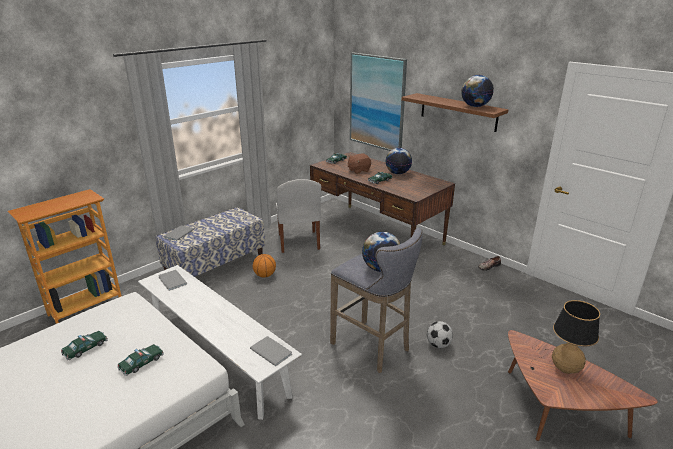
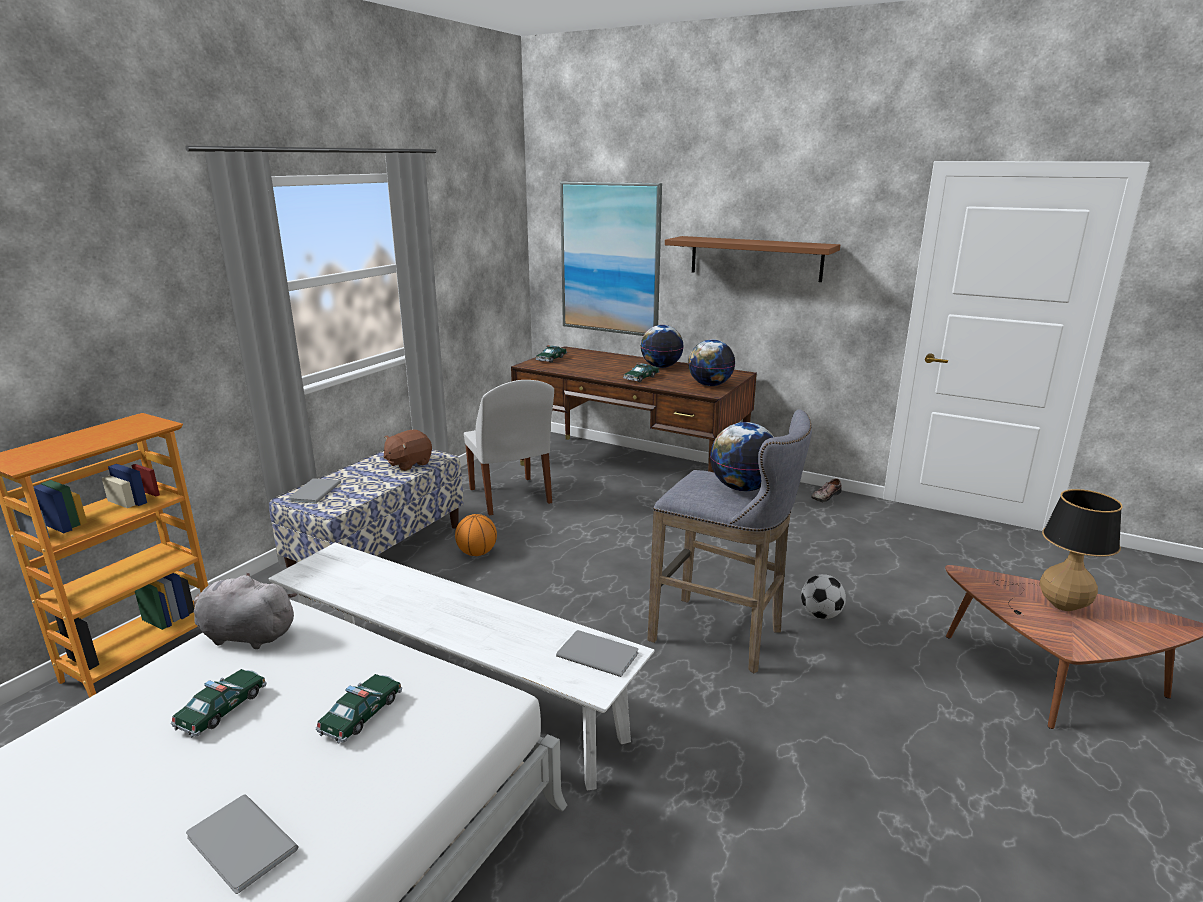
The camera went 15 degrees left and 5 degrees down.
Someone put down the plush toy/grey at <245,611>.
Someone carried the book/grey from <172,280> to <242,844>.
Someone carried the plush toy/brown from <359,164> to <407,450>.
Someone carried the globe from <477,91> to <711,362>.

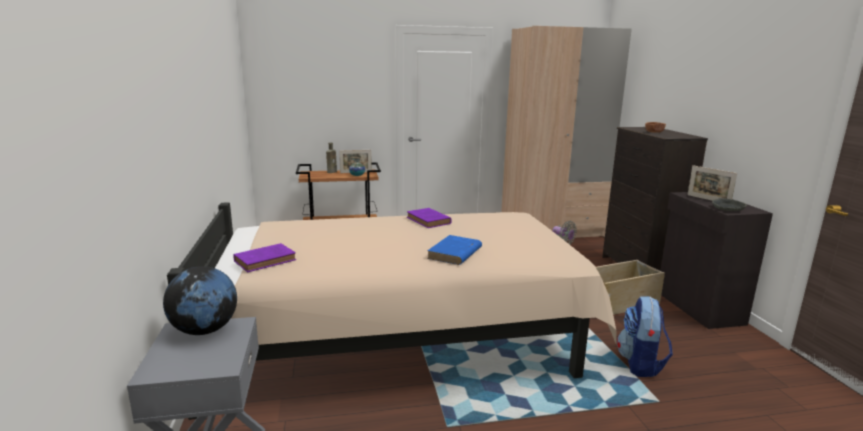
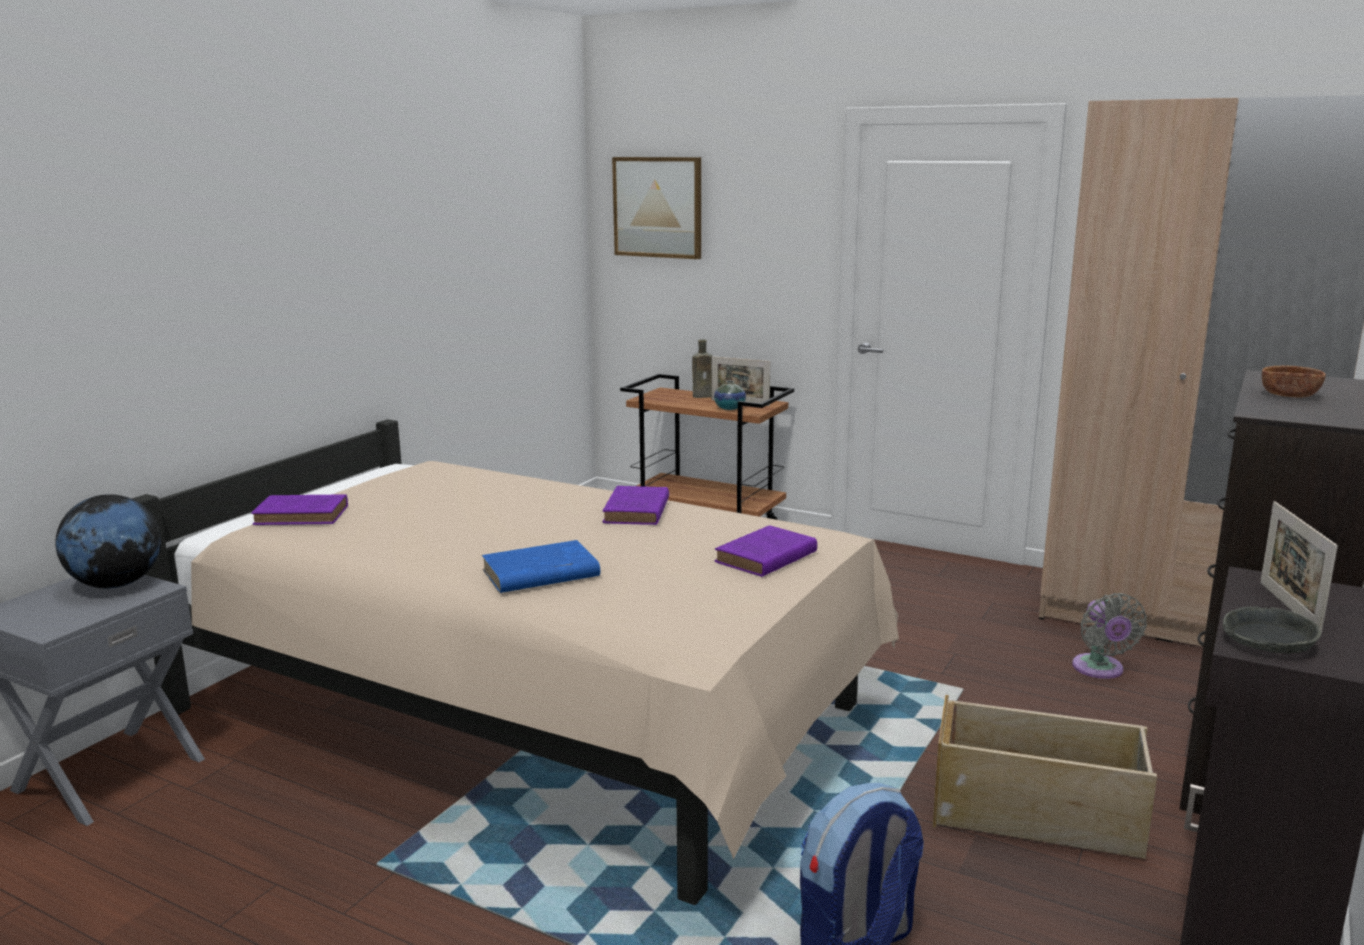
The camera went 40 degrees right and 0 degrees up.
Someone put up the picture at <656,208>.
Someone put down the book/purple at <766,551>.

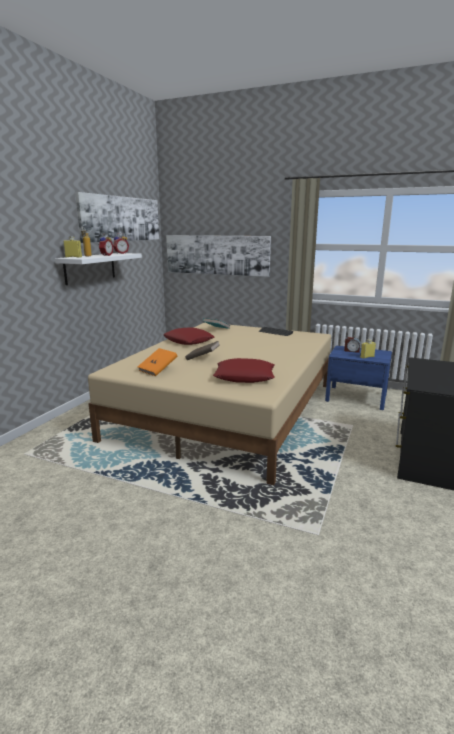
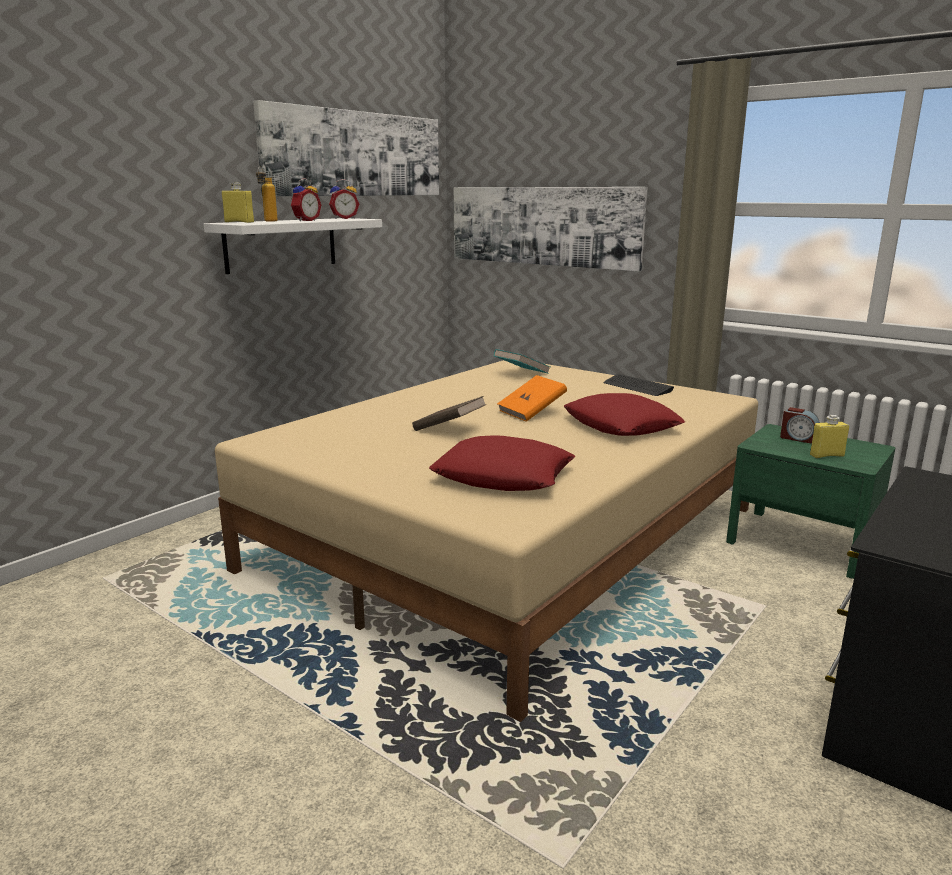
The camera went 15 degrees right and 0 degrees up.
Someone carried the book/orange from <157,362> to <532,398>.
Someone carried the pillow/red from <189,336> to <624,414>.
Someone repainted the nightstand/blue at <358,378>, which became the nightstand/green at <810,501>.

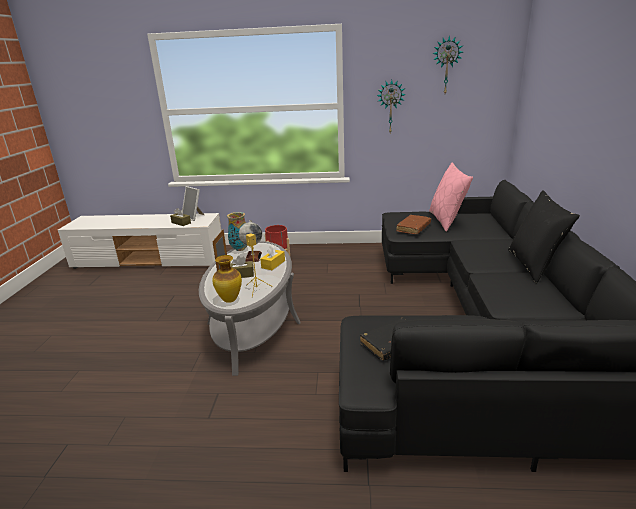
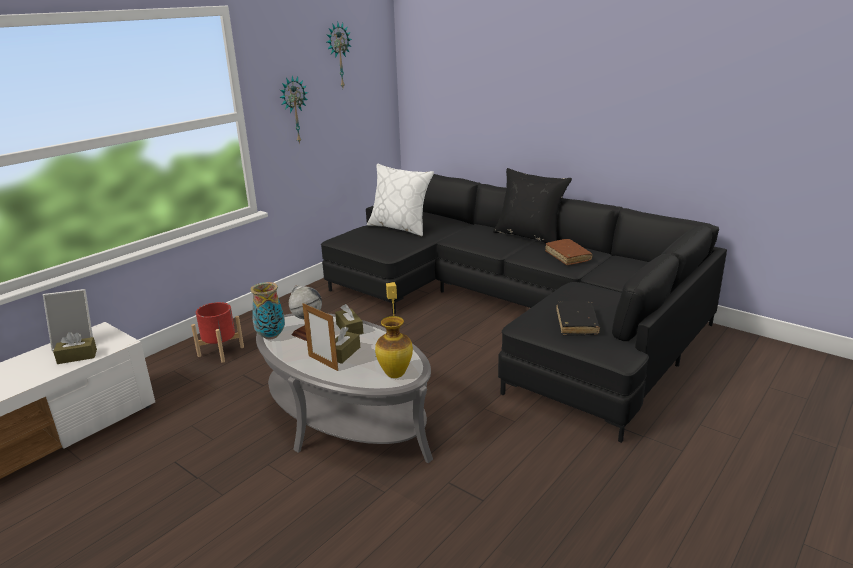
The camera went 55 degrees left and 0 degrees up.
Someone carried the book/brown from <413,224> to <568,252>.
Someone repainted the tissue box/yellow at <272,257>, which became the tissue box/brown at <349,319>.
Someone repainted the pillow/pink at <451,197>, which became the pillow/white at <400,200>.

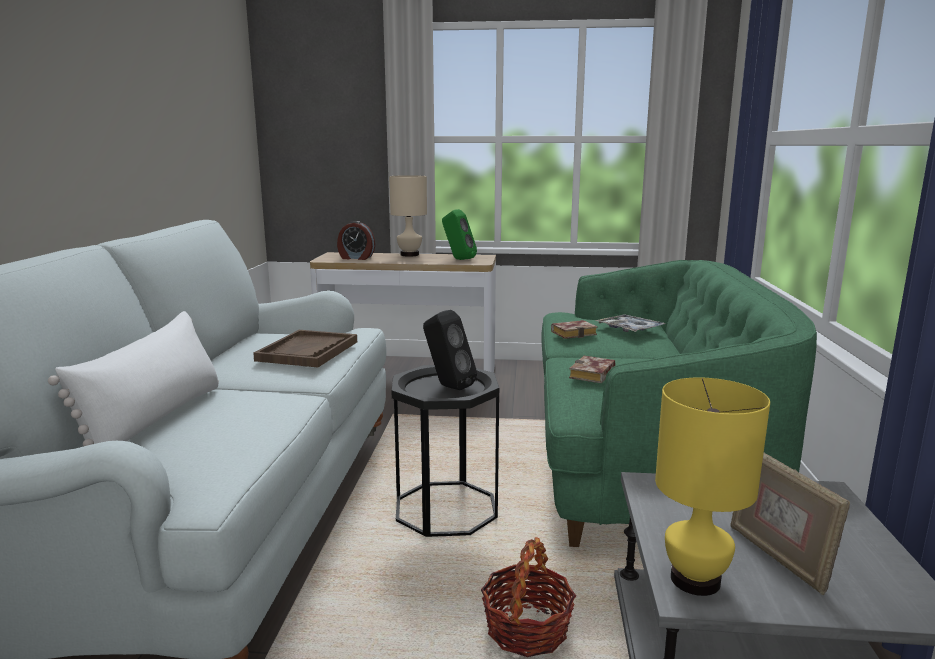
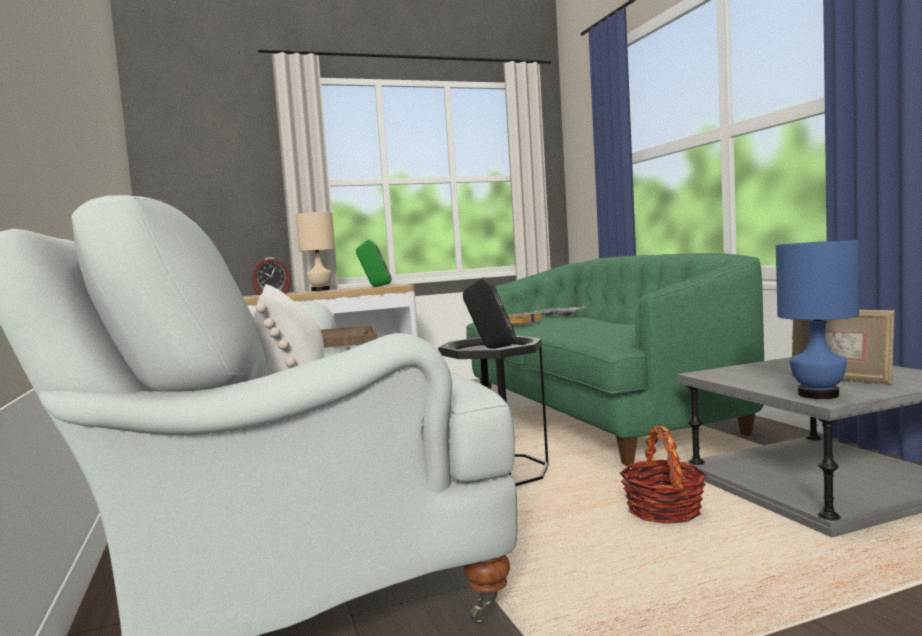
The camera went 25 degrees left and 10 degrees down.
Someone took away the book at <592,369>.
Someone repainted the table lamp/yellow at <712,486>, which became the table lamp/blue at <817,319>.

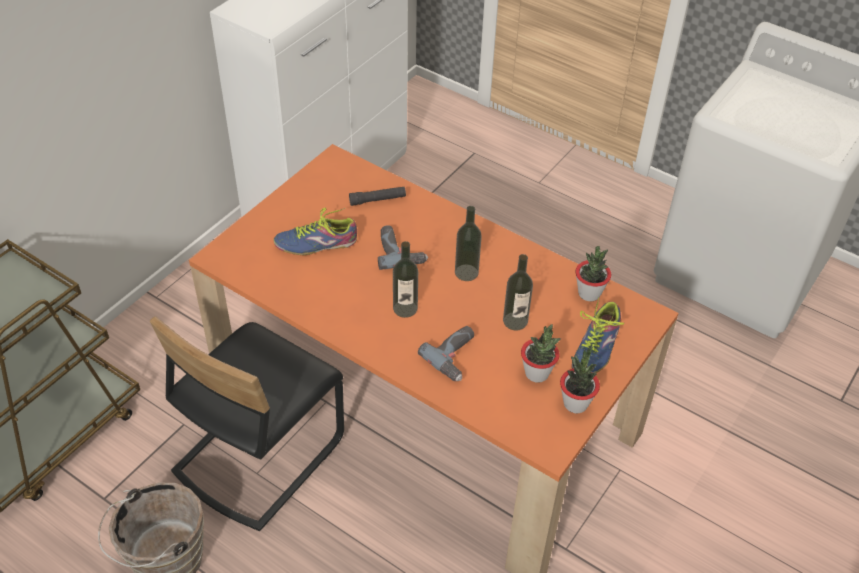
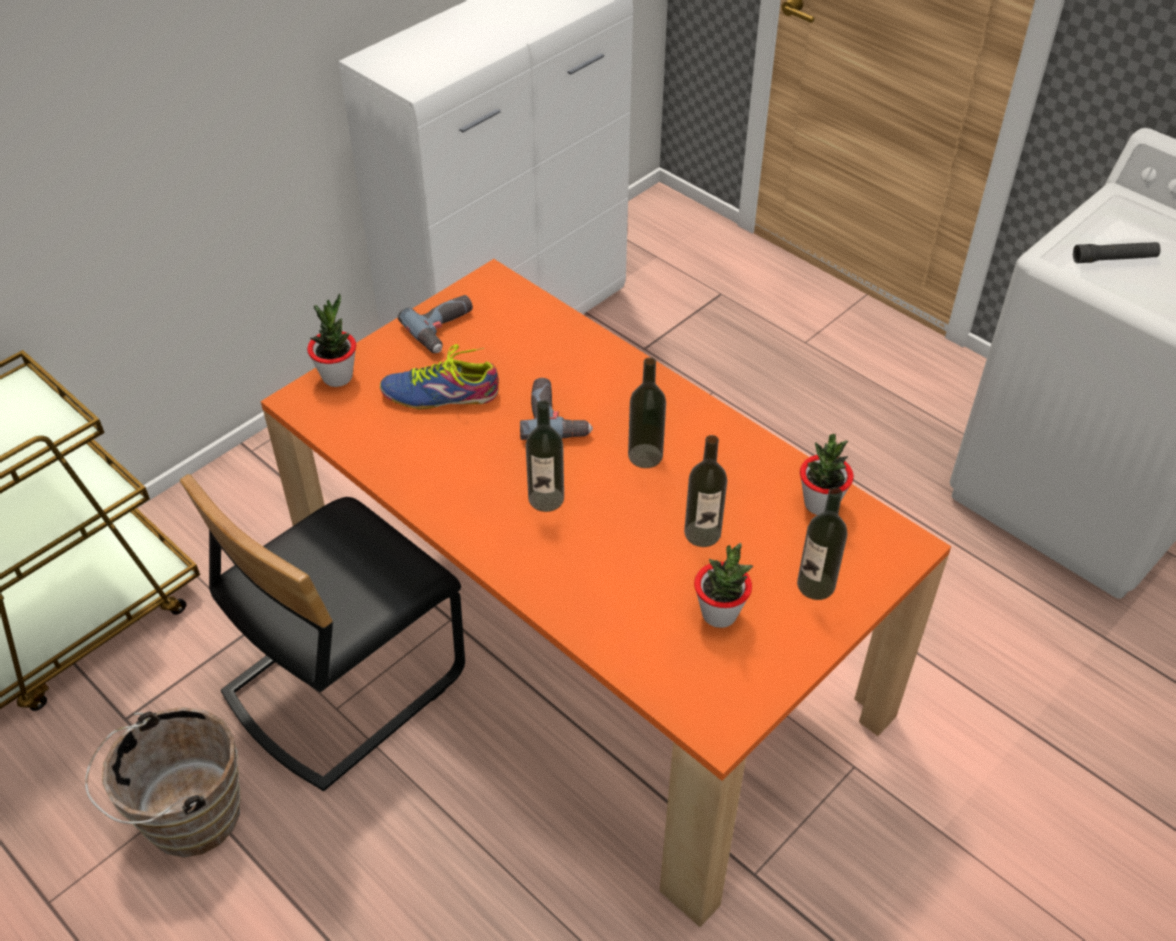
The camera went 10 degrees right and 0 degrees up.
Someone carried the flashlight/black from <377,196> to <1117,252>.
Someone carried the power drill from <446,353> to <435,324>.
Someone carried the potted plant from <580,378> to <331,340>.
Someone swapped the shoe at <598,335> for the bottle at <822,543>.

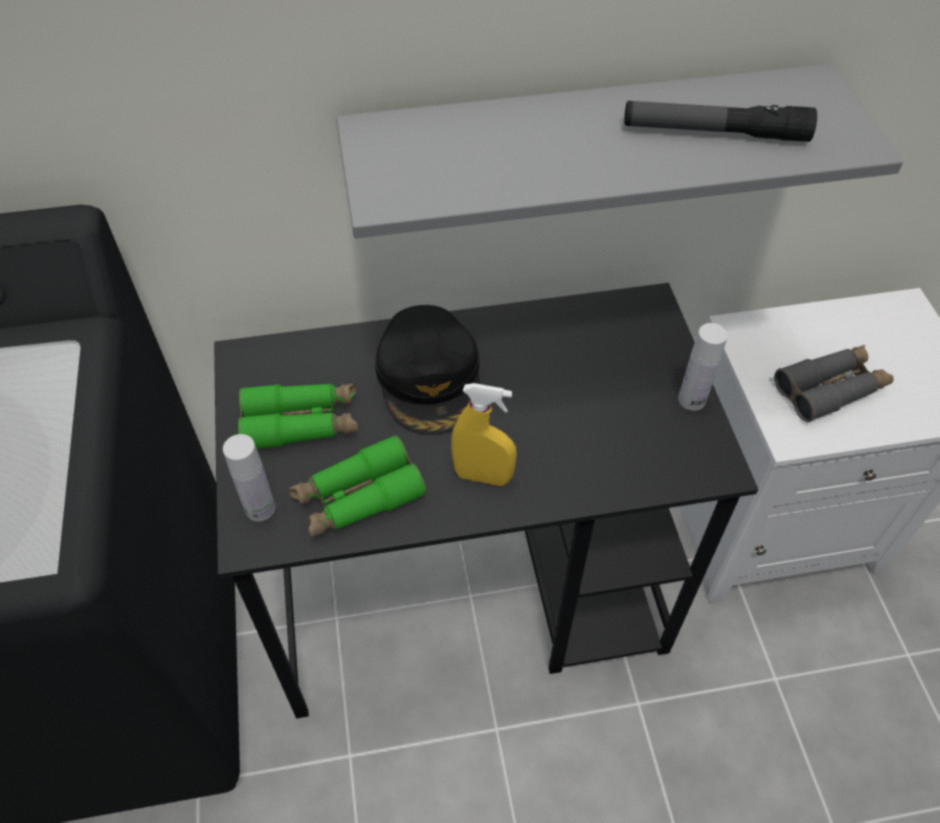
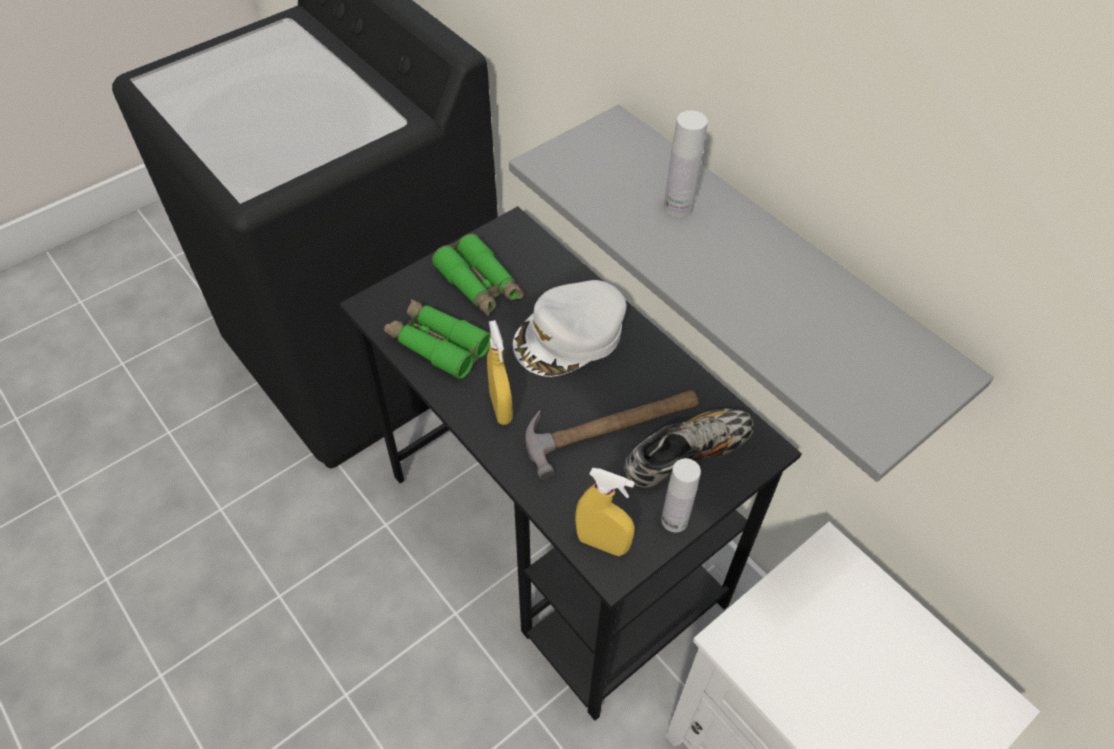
The camera went 60 degrees right and 0 degrees up.
Someone took away the flashlight at <720,121>.
Someone took away the binoculars/grey at <834,383>.
Someone put down the hammer at <612,435>.
Someone put down the spray bottle/yellow at <605,512>.
Someone put down the shoe at <689,448>.
Someone carried the bottle/white from <249,478> to <686,163>.
Someone repainted the cap/black at <427,370>, which became the cap/white at <569,328>.

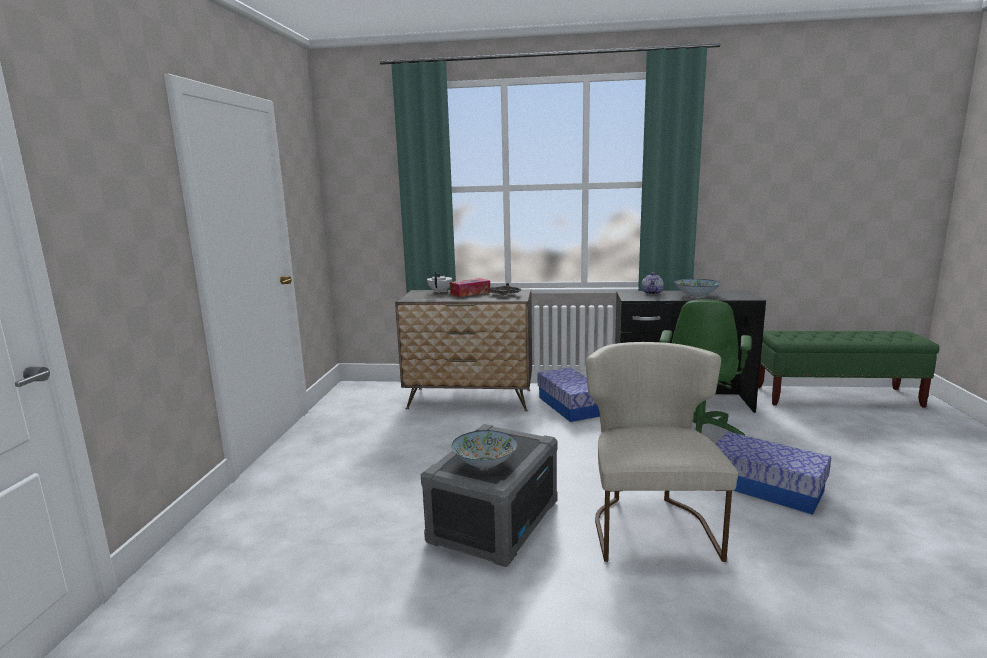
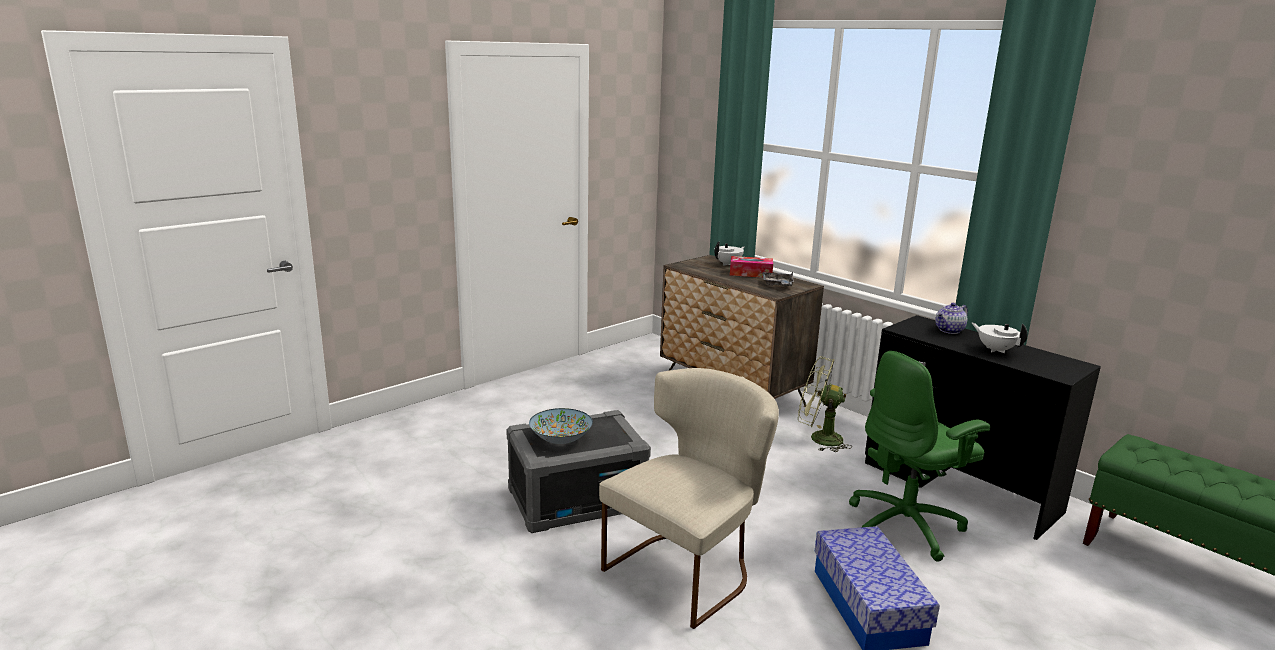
The camera went 40 degrees right and 5 degrees up.
Someone swapped the storage box at <569,394> for the fan/green at <825,404>.
Someone swapped the bowl at <697,288> for the teapot/white at <999,338>.

